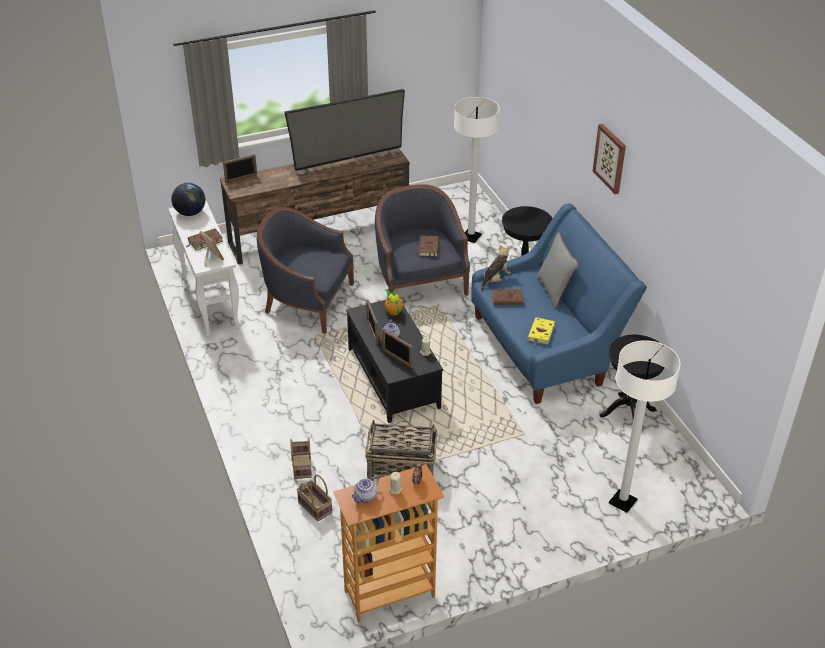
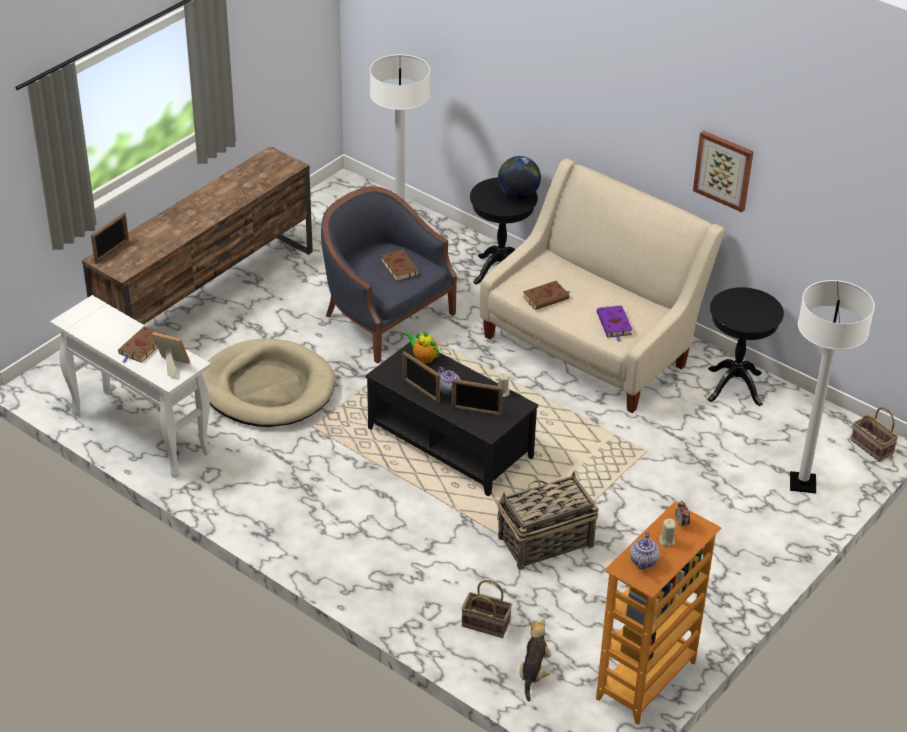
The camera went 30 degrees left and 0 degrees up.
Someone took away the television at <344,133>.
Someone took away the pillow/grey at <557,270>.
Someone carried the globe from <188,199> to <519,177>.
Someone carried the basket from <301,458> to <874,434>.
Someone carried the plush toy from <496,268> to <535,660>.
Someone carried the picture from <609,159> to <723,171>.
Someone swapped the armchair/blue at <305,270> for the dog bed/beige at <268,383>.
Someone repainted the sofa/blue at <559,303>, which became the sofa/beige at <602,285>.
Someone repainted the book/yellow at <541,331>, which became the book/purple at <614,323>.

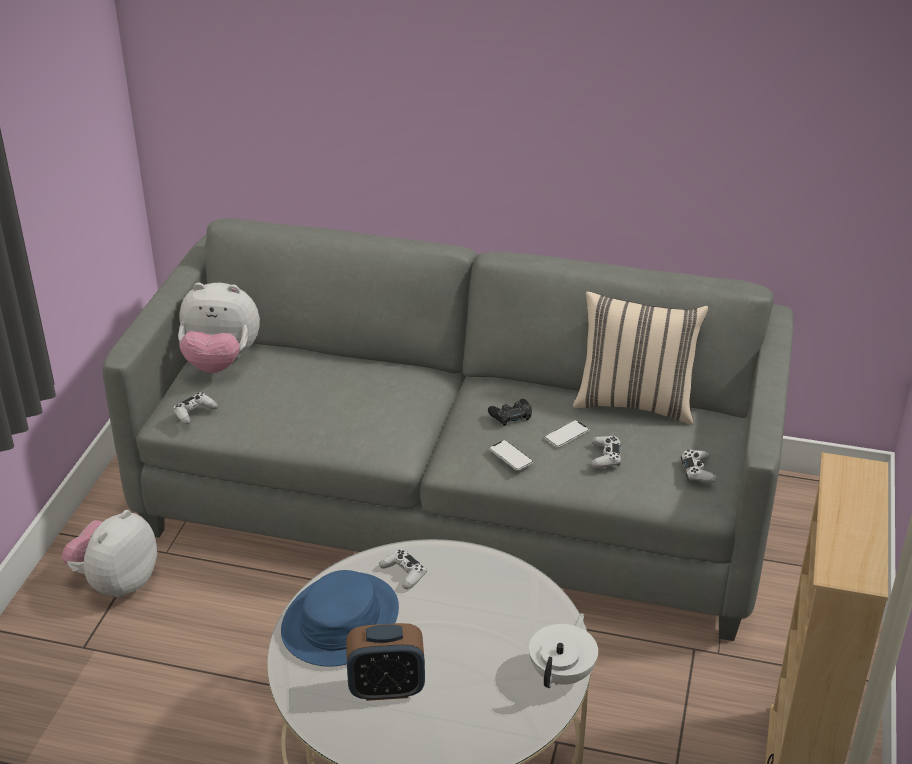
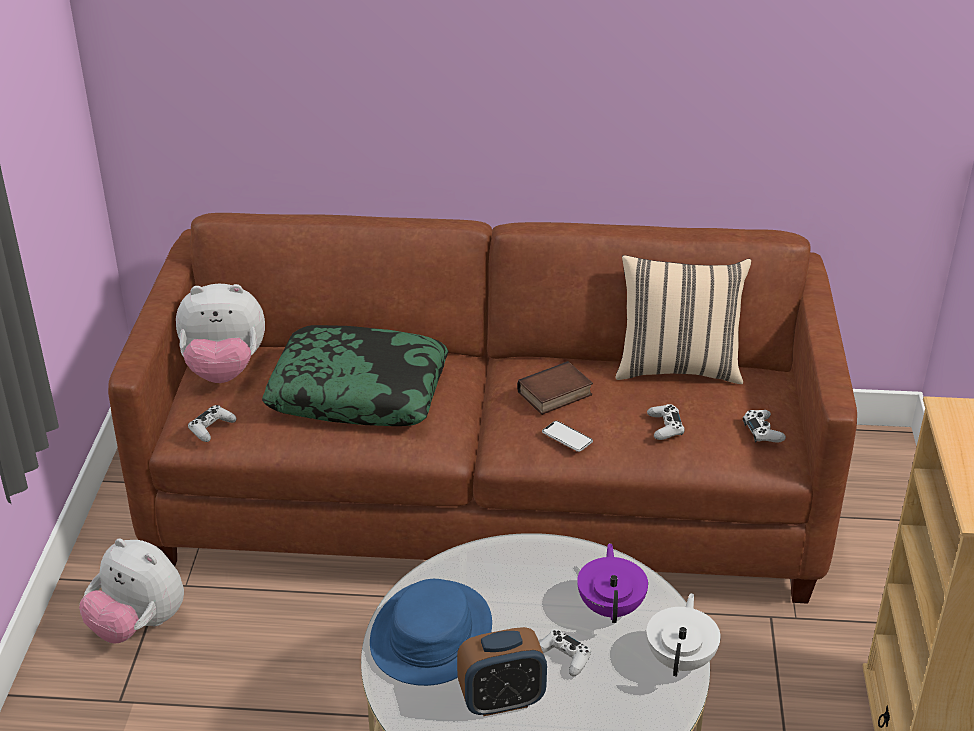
The camera went 10 degrees left and 0 degrees up.
Someone took away the phone at <567,434>.
Someone put down the pillow at <355,375>.
Someone put down the teapot/purple at <612,583>.
Someone carried the game controller/white from <403,569> to <565,652>.
Someone swapped the game controller/black at <510,412> for the book at <555,388>.
Someone repainted the sofa/grey at <448,429>, which became the sofa/brown at <482,408>.
Someone rotated the plush toy at <109,554> by 75 degrees counterclockwise.

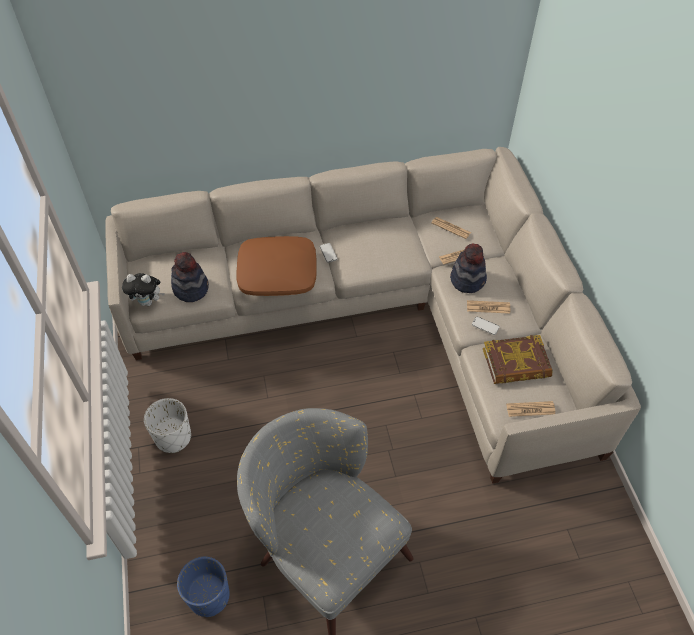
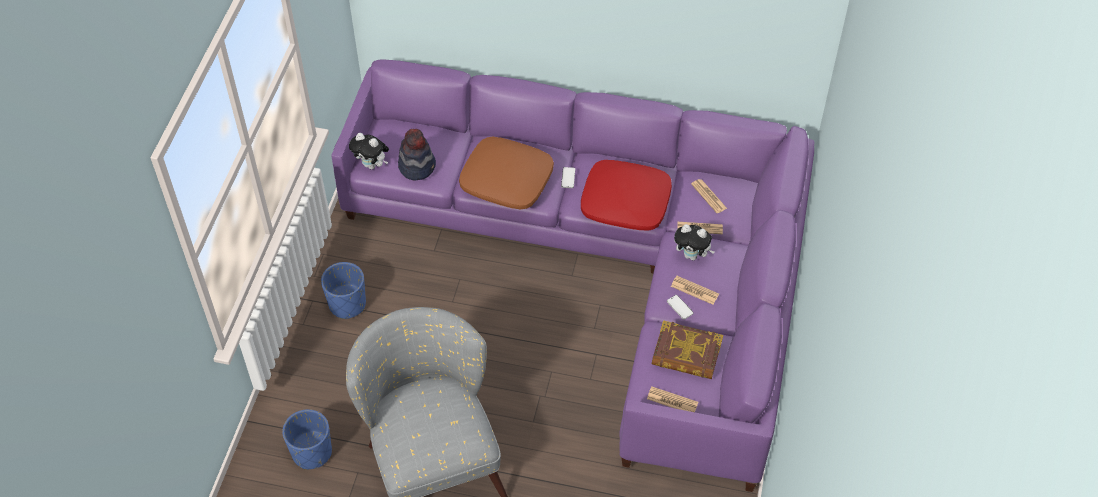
The camera went 25 degrees right and 0 degrees up.
Someone put down the pillow/red at <626,195>.
Someone swapped the hat at <468,268> for the plush toy at <694,242>.
Someone repainted the sofa/beige at <373,315>, which became the sofa/purple at <572,275>.
Someone repainted the planter/white at <167,425>, which became the planter/blue at <343,290>.

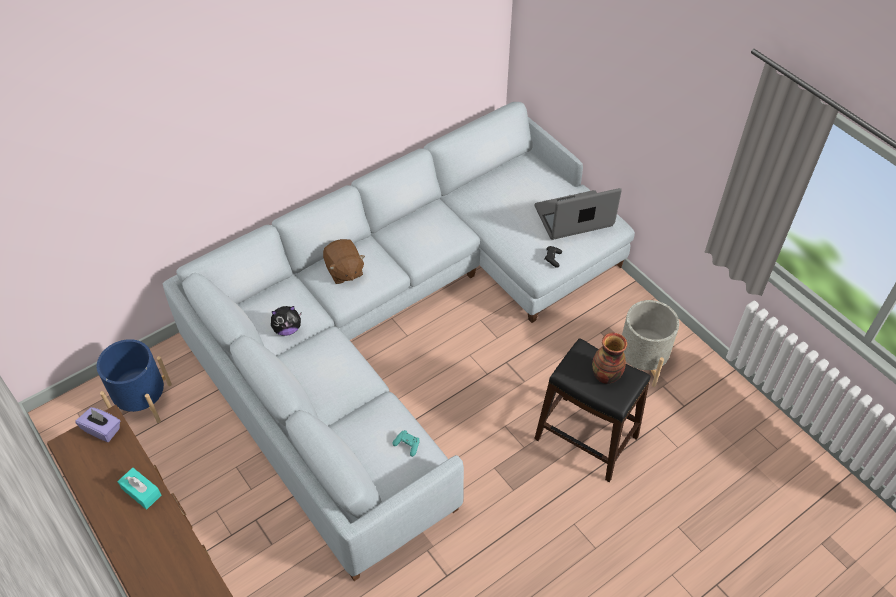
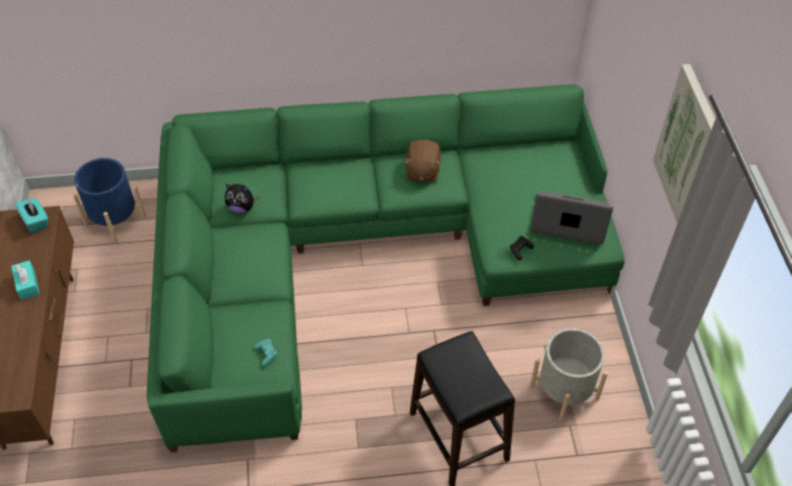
The camera went 30 degrees right and 0 degrees up.
Someone took away the vase at <609,358>.
Someone put up the picture at <684,144>.
Someone carried the plush toy/brown from <344,261> to <423,160>.
Someone repainted the tissue box/purple at <97,424>, which became the tissue box/turquoise at <31,215>.
Someone repainted the sofa/grey at <399,341>, which became the sofa/green at <386,268>.

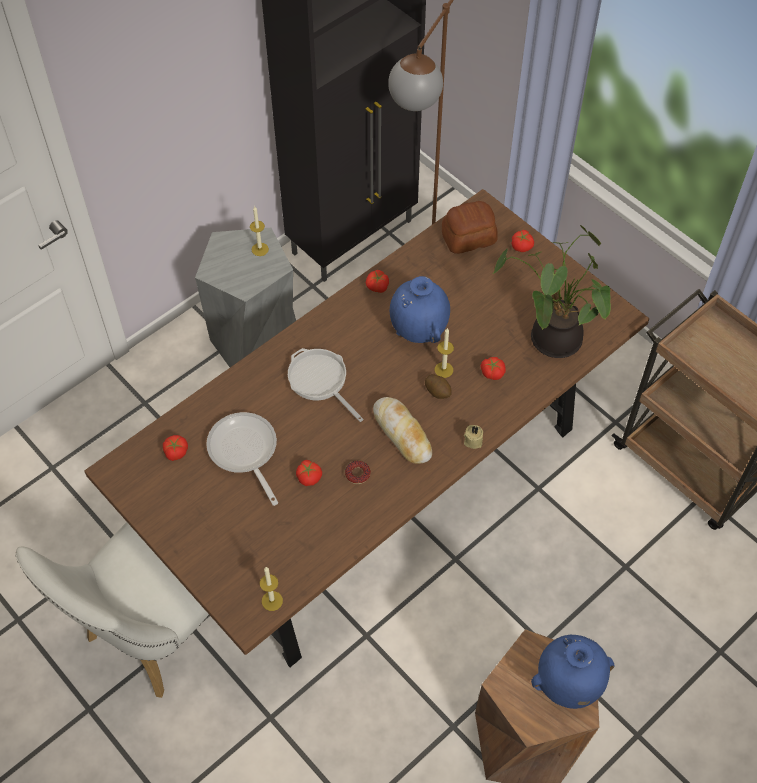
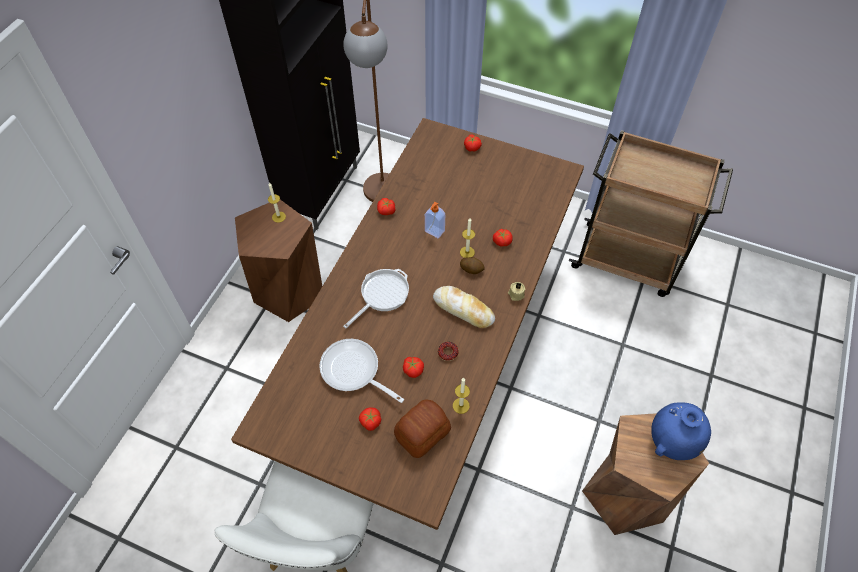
The camera went 25 degrees left and 0 degrees up.
Someone took away the potted plant at <552,291>.
Someone carried the tomato from <175,448> to <370,419>.
Someone carried the candle from <271,589> to <461,396>.
Someone carried the bread from <470,227> to <422,428>.
Someone swapped the vase/blue at <420,309> for the soap dispenser at <435,220>.
Someone repainted the stool/grey at <245,297>, which became the stool/brown at <278,261>.
Someone rotated the frying pan at <325,385> by 105 degrees clockwise.

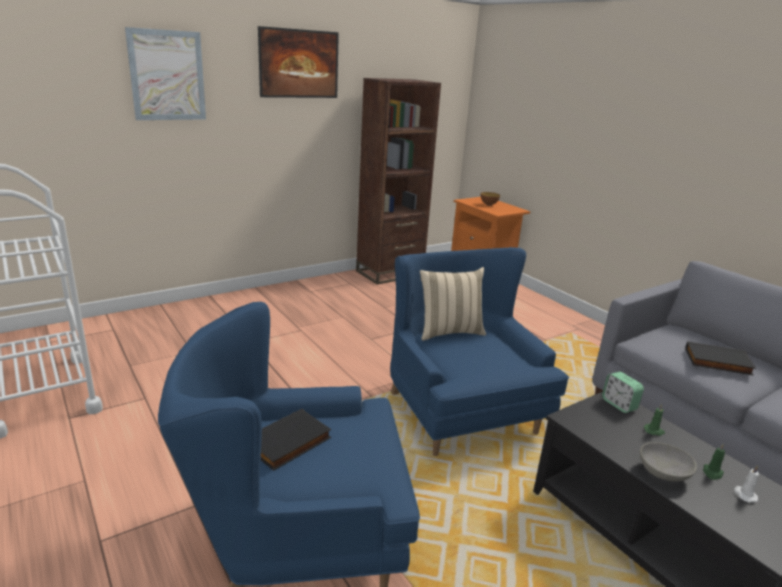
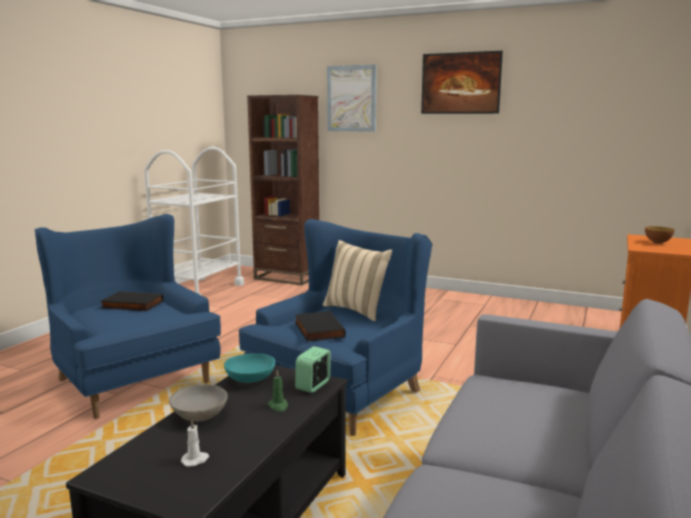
The camera went 60 degrees right and 10 degrees down.
Someone took away the candle/green at <714,462>.
Someone put down the bowl/turquoise at <249,368>.
Someone carried the bookcase/brown from <398,181> to <283,190>.
Someone carried the book/black from <720,358> to <320,326>.

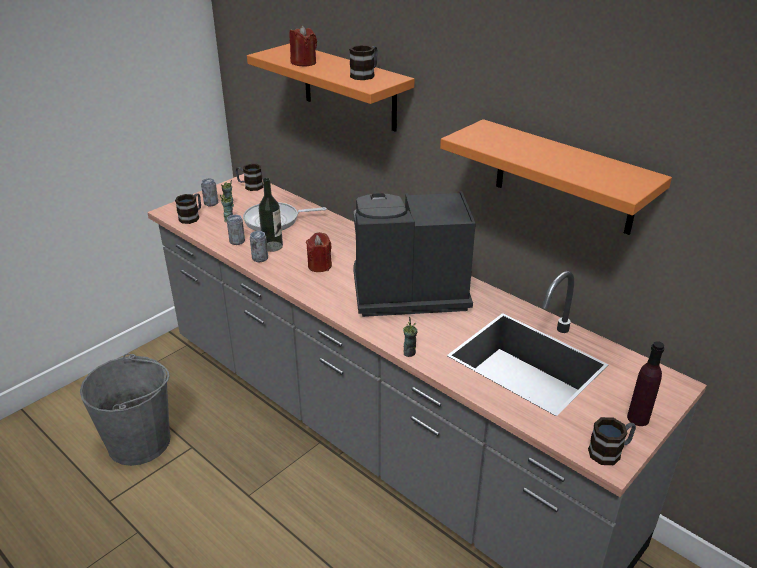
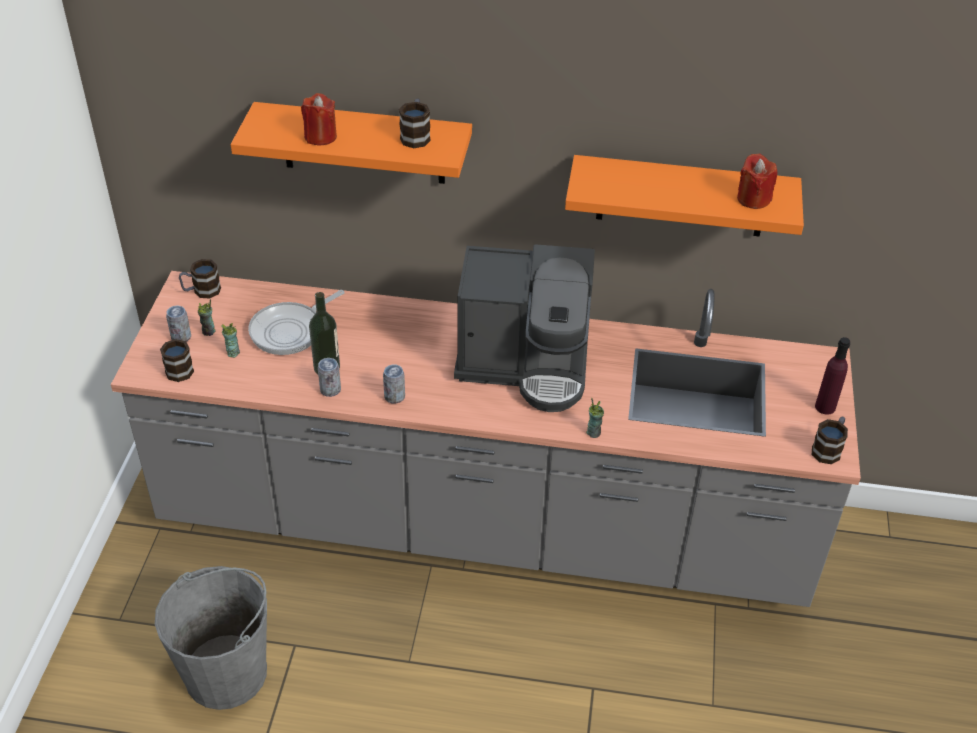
The camera went 35 degrees left and 10 degrees up.
Someone carried the can from <236,230> to <394,383>.
Someone carried the candle/red from <319,252> to <757,181>.
Someone rotated the coffee machine at <414,254> by 135 degrees counterclockwise.

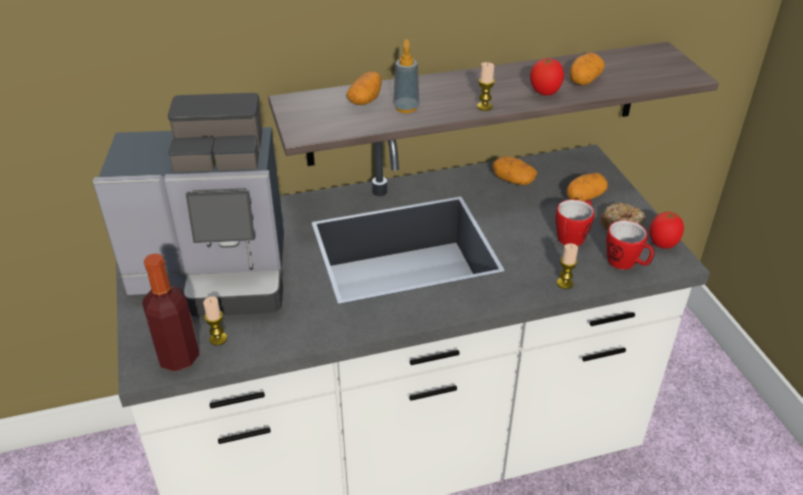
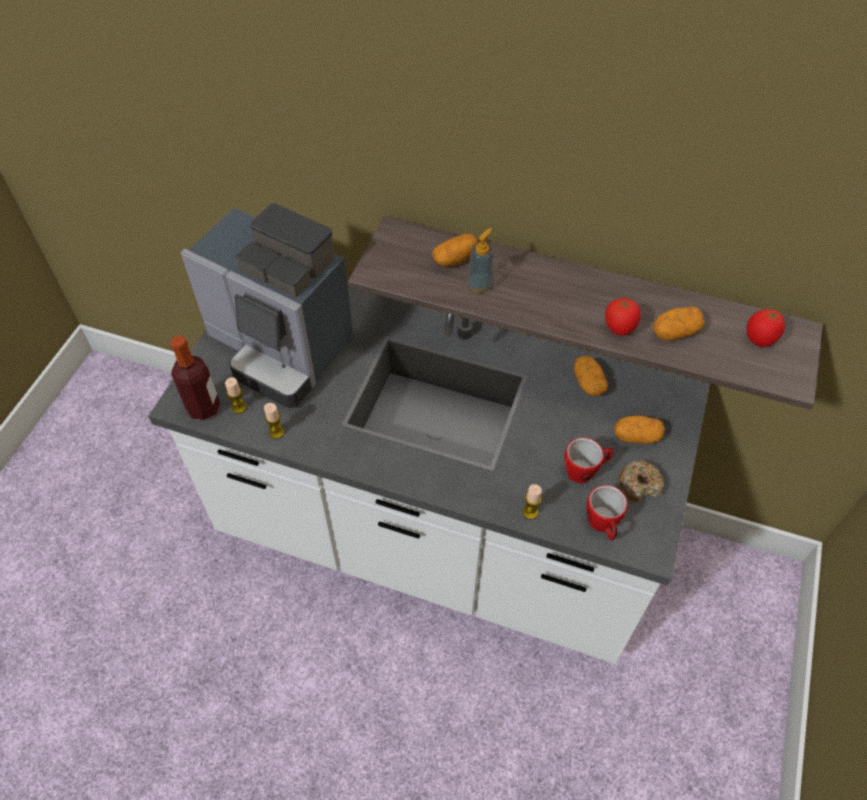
The camera went 35 degrees right and 15 degrees up.
Someone carried the candle from <486,86> to <274,421>.
Someone carried the tomato from <666,230> to <765,328>.

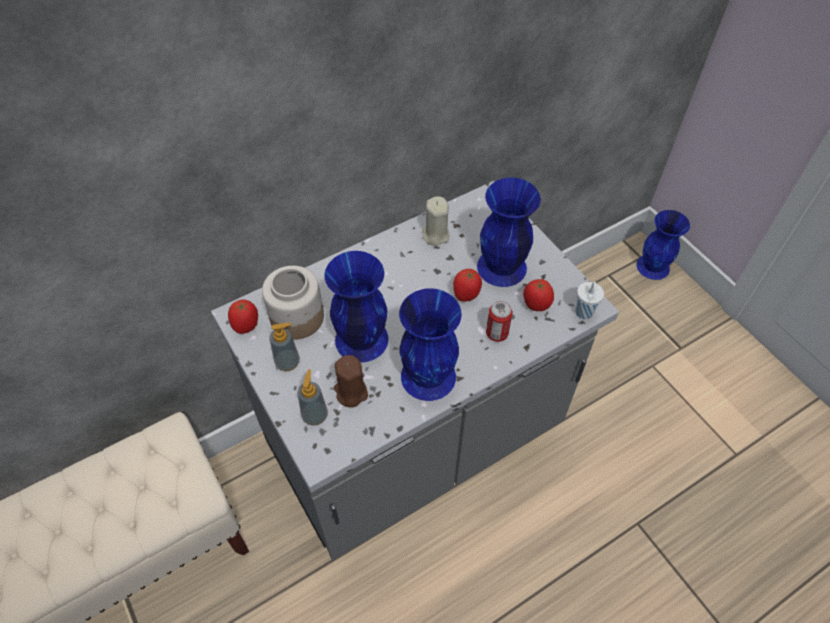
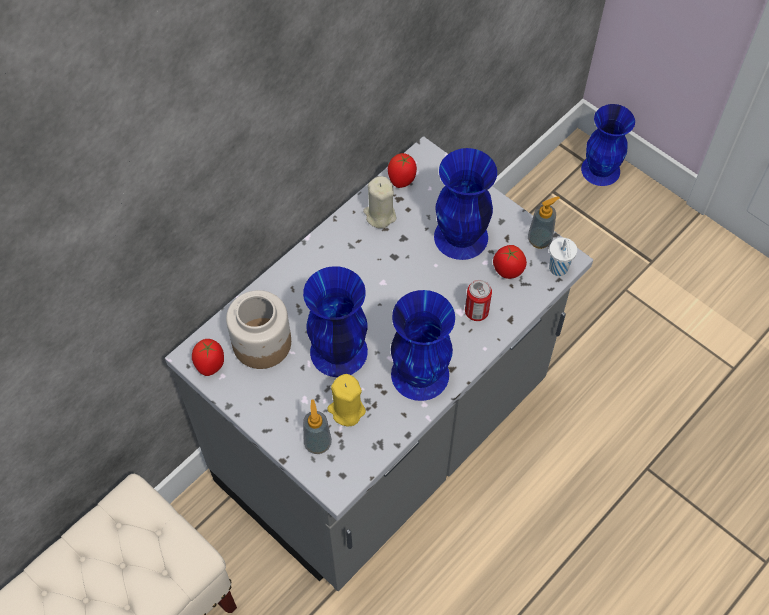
The camera went 15 degrees left and 5 degrees up.
Someone carried the soap dispenser from <285,347> to <544,222>.
Someone carried the tomato from <467,285> to <402,170>.
Someone repainted the candle/brown at <351,381>, which became the candle/yellow at <346,400>.

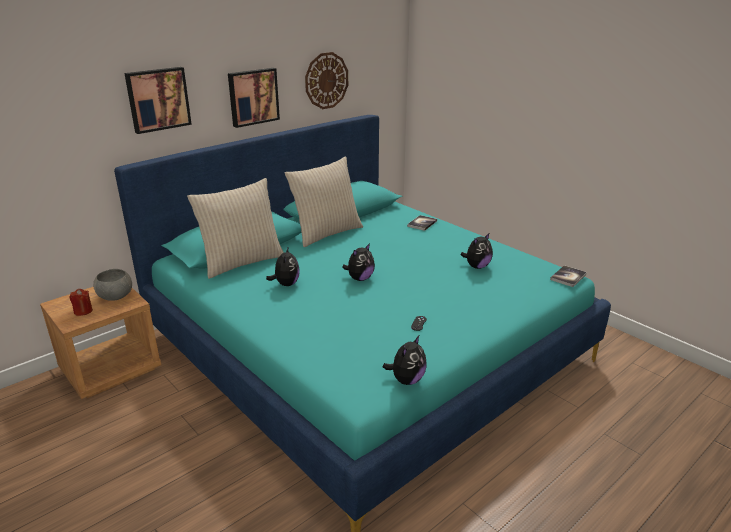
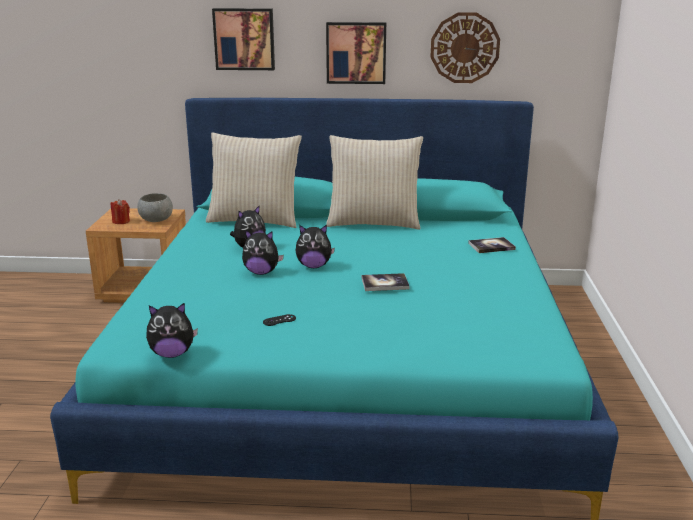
The camera went 45 degrees right and 5 degrees down.
Someone carried the plush toy from <477,251> to <263,252>.
Someone carried the book from <568,276> to <386,282>.

